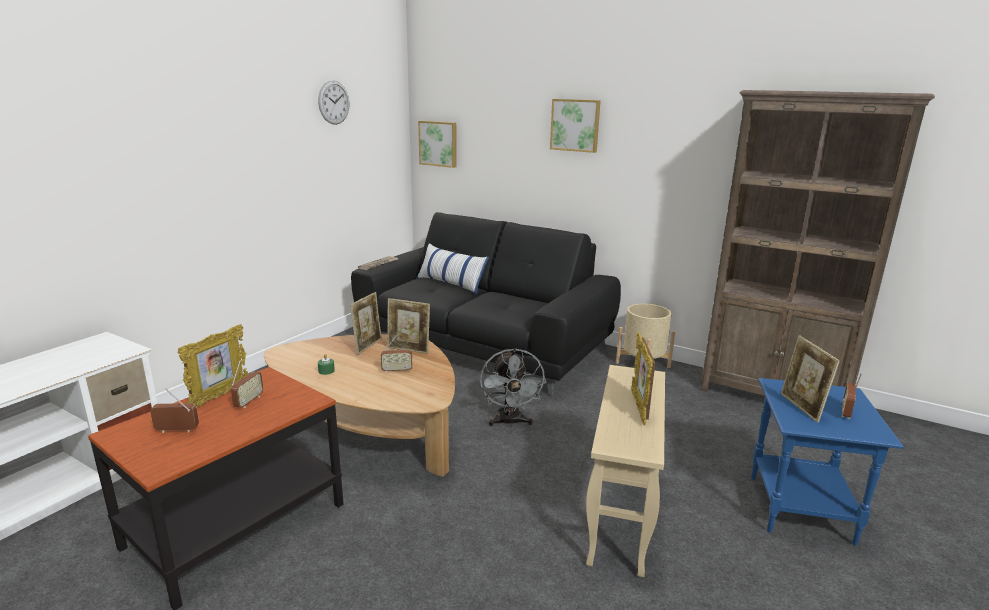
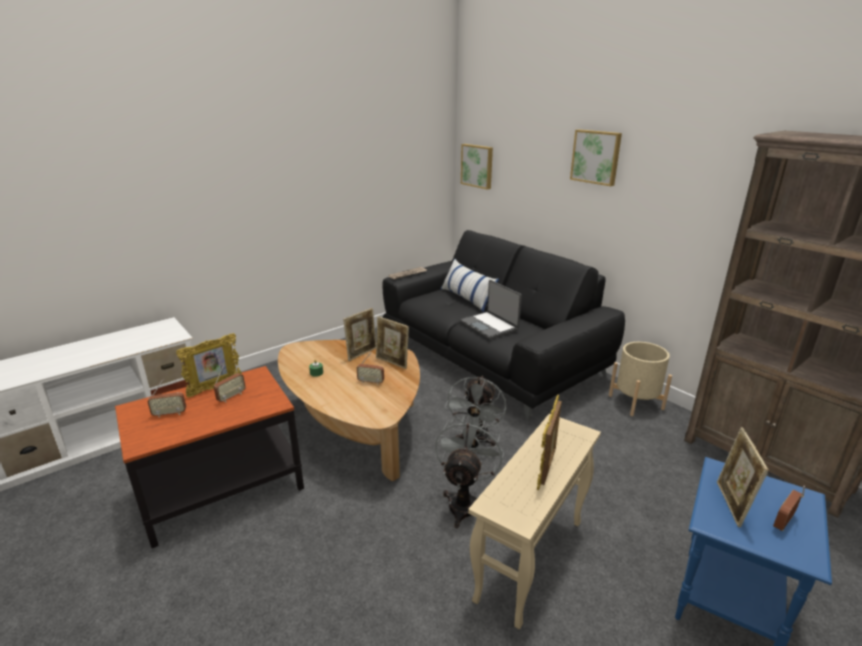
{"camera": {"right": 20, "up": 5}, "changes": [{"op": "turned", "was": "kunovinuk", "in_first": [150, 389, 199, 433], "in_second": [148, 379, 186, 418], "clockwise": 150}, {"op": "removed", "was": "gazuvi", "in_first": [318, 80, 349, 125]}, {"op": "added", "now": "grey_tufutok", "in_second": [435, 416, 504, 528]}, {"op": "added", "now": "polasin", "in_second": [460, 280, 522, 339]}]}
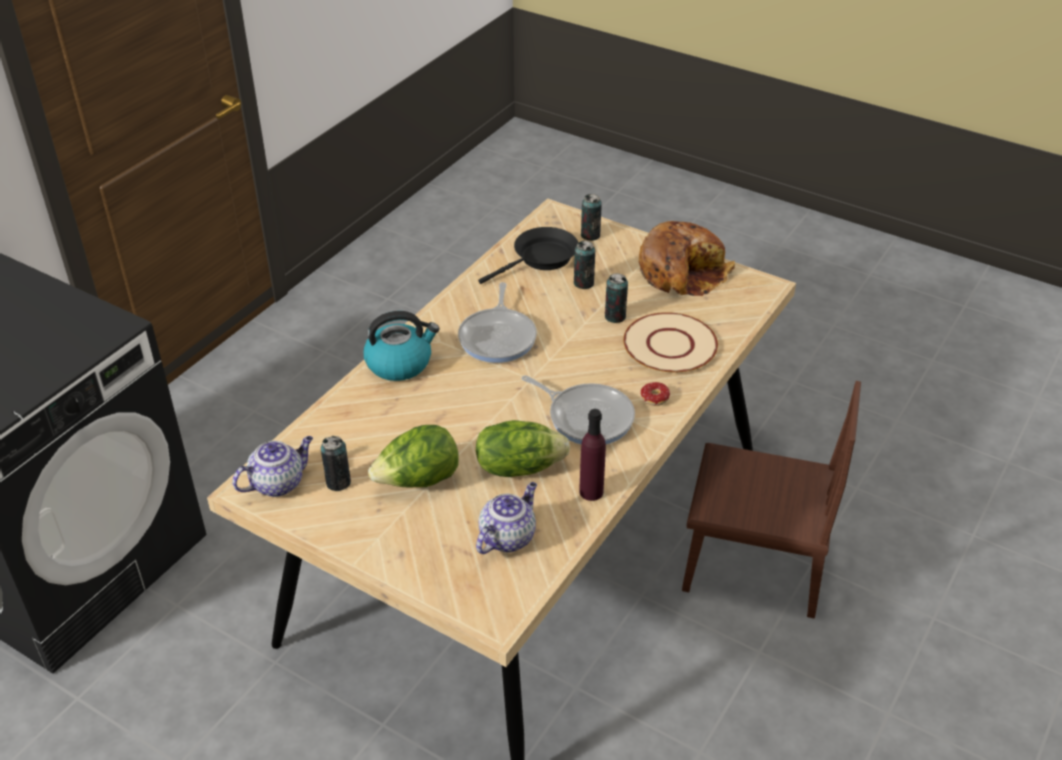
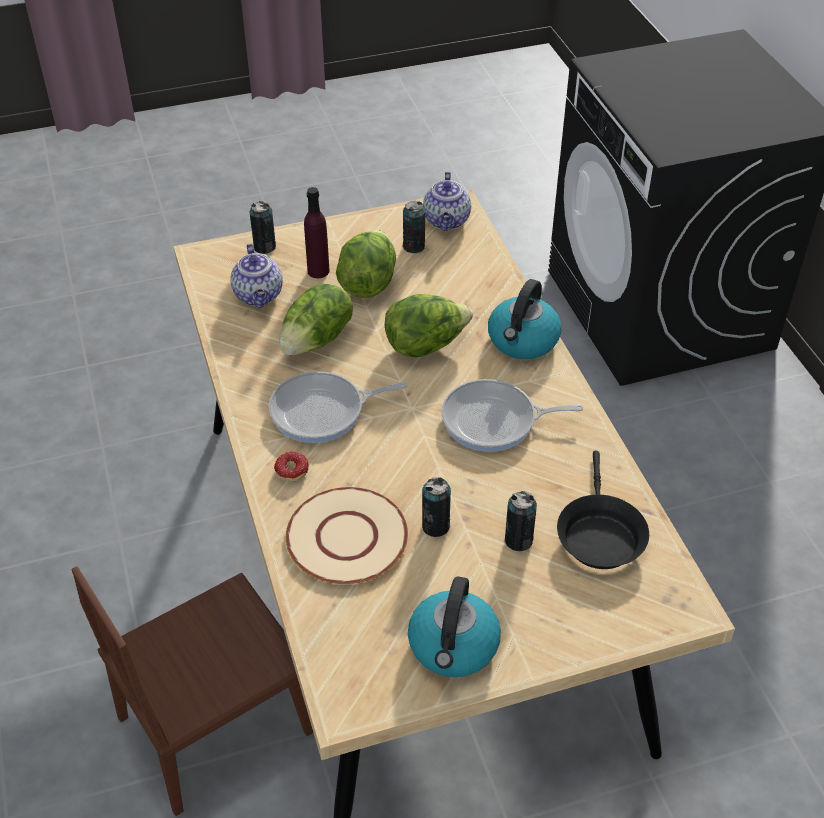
{"camera": {"right": 130, "up": 5}, "changes": [{"op": "turned", "was": "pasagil", "in_first": [458, 282, 537, 363], "in_second": [441, 379, 584, 452], "clockwise": -45}, {"op": "moved", "was": "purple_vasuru", "in_first": [579, 409, 606, 501], "in_second": [304, 187, 329, 278]}, {"op": "moved", "was": "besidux", "in_first": [581, 194, 602, 241], "in_second": [250, 201, 276, 254]}, {"op": "replaced", "was": "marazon", "now": "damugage", "in_first": [639, 221, 735, 296], "in_second": [408, 576, 501, 677]}, {"op": "added", "now": "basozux", "in_second": [385, 294, 473, 357]}]}
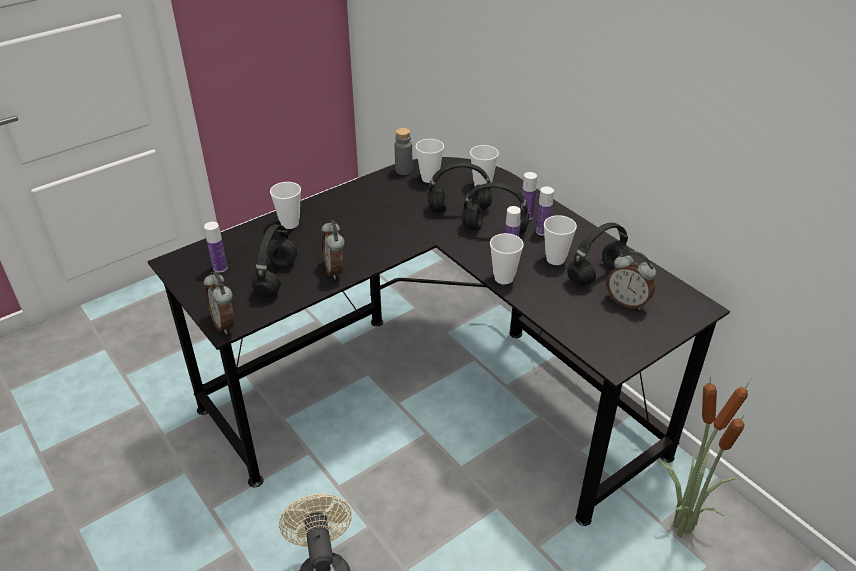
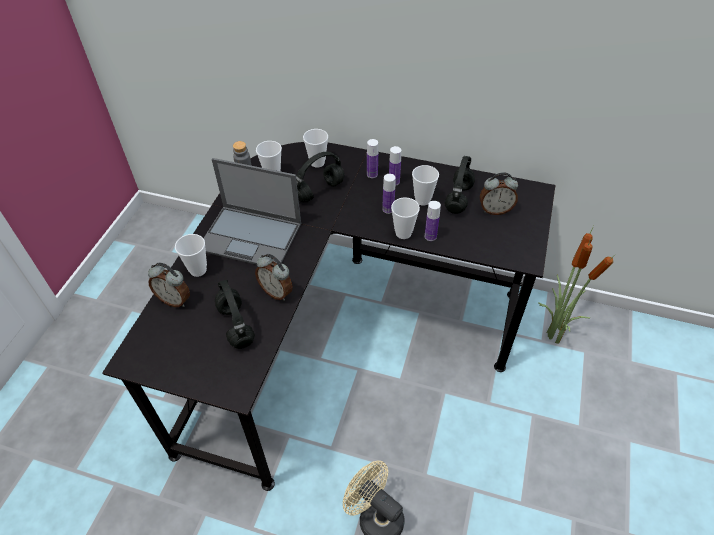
{"camera": {"right": -35, "up": 10}, "changes": [{"op": "moved", "was": "vasuru", "in_first": [204, 222, 228, 273], "in_second": [425, 201, 441, 241]}, {"op": "moved", "was": "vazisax", "in_first": [204, 272, 234, 334], "in_second": [148, 262, 190, 307]}, {"op": "removed", "was": "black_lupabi", "in_first": [462, 183, 529, 234]}, {"op": "added", "now": "polasin", "in_second": [203, 158, 301, 265]}]}
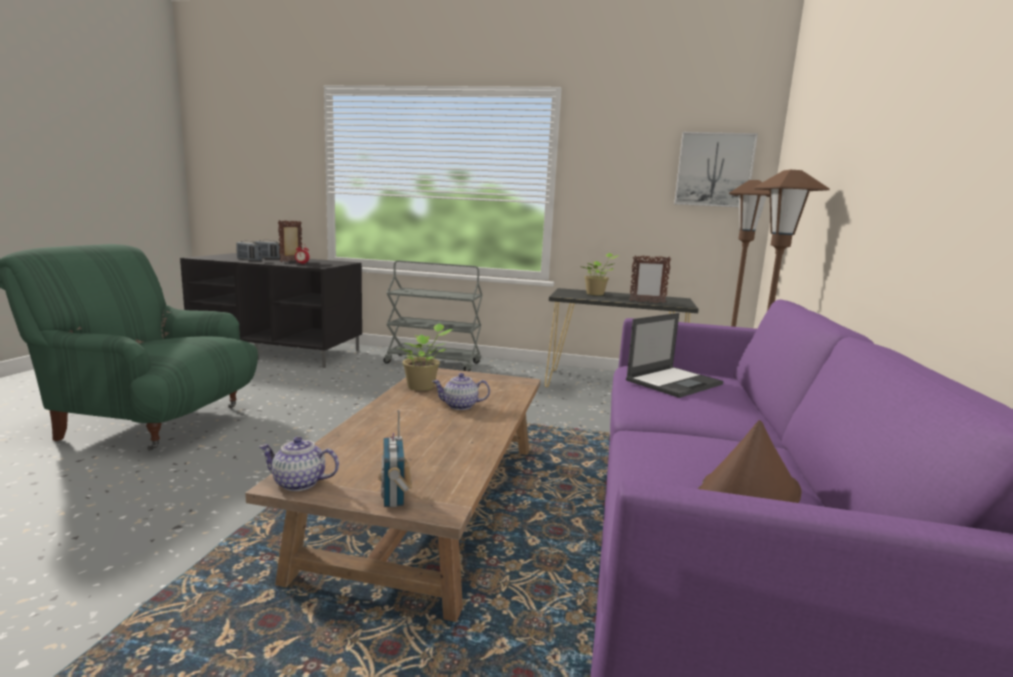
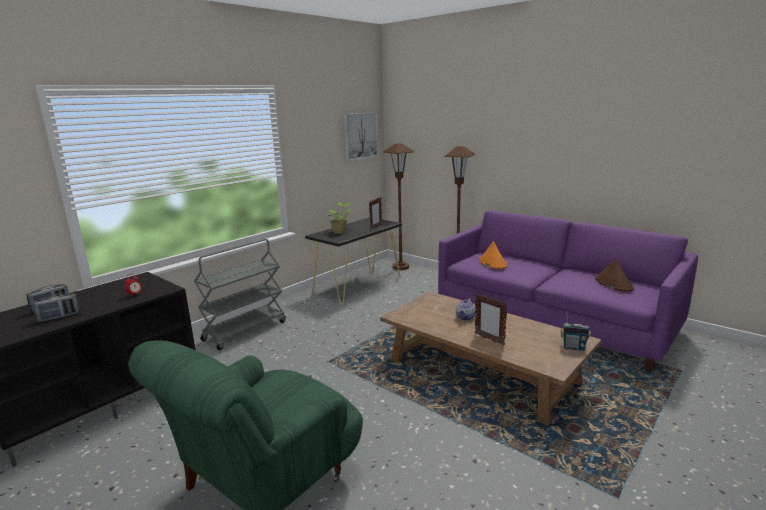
{"camera": {"right": -60, "up": 5}, "changes": [{"op": "removed", "was": "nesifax", "in_first": [258, 437, 339, 491]}, {"op": "moved", "was": "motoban", "in_first": [278, 220, 302, 262], "in_second": [475, 293, 507, 345]}, {"op": "removed", "was": "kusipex", "in_first": [397, 323, 453, 391]}, {"op": "replaced", "was": "polasin", "now": "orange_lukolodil", "in_first": [626, 313, 723, 398], "in_second": [479, 241, 508, 269]}]}
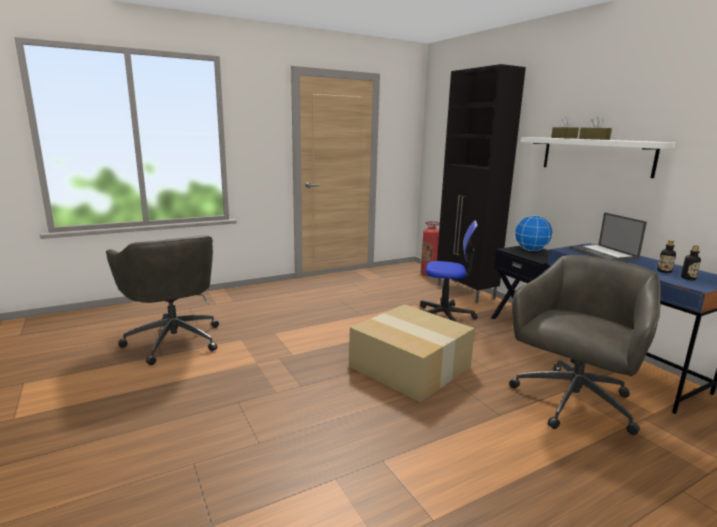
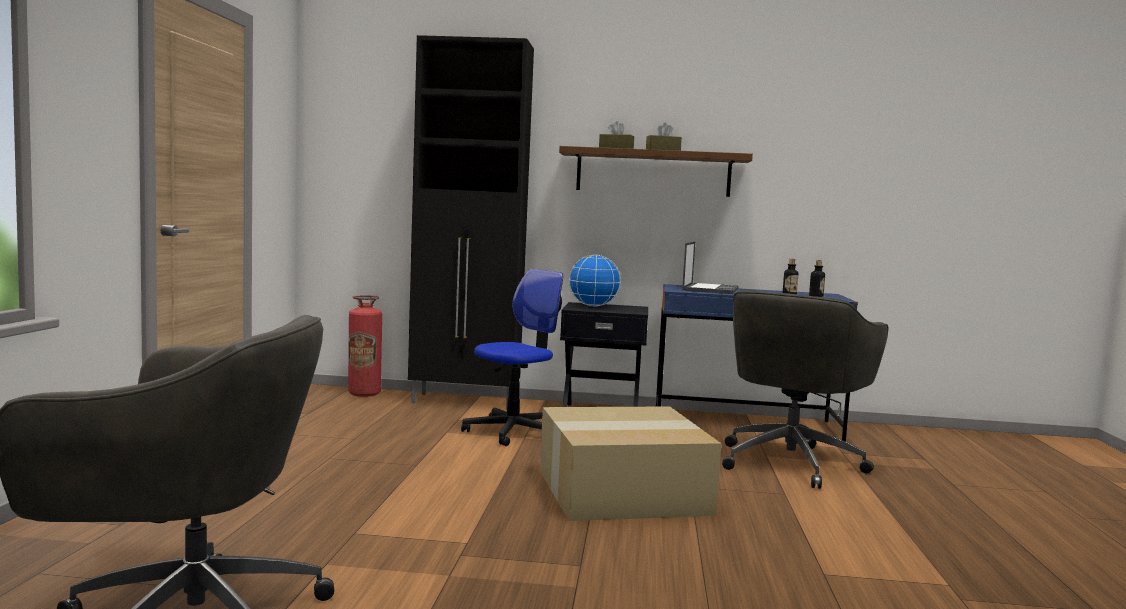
{"camera": {"right": -55, "up": -10}, "changes": [{"op": "turned", "was": "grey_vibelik", "in_first": [509, 255, 661, 435], "in_second": [722, 290, 888, 489], "clockwise": -135}, {"op": "recoloured", "was": "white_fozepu", "now": "brown_fozepu", "in_first": [521, 137, 676, 178], "in_second": [559, 146, 753, 197]}, {"op": "turned", "was": "polasin", "in_first": [569, 212, 647, 261], "in_second": [682, 242, 739, 294], "clockwise": -90}]}
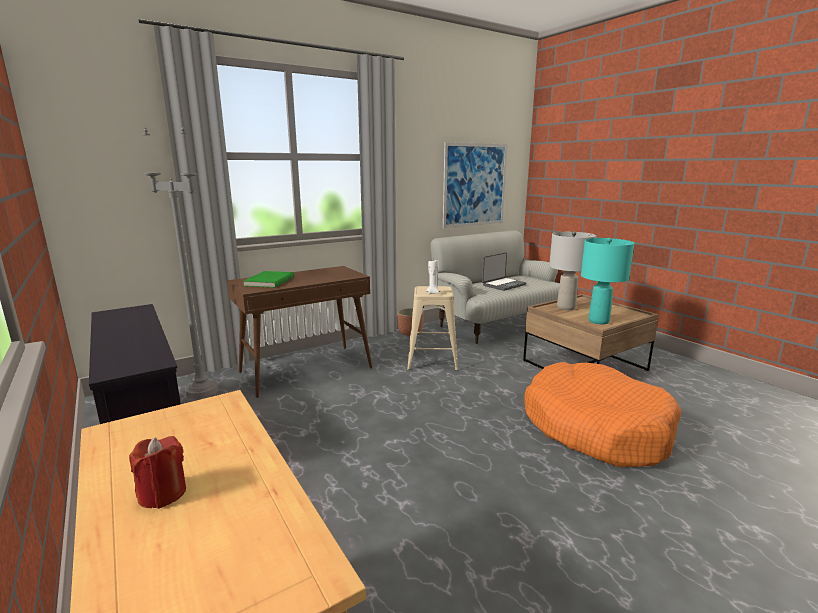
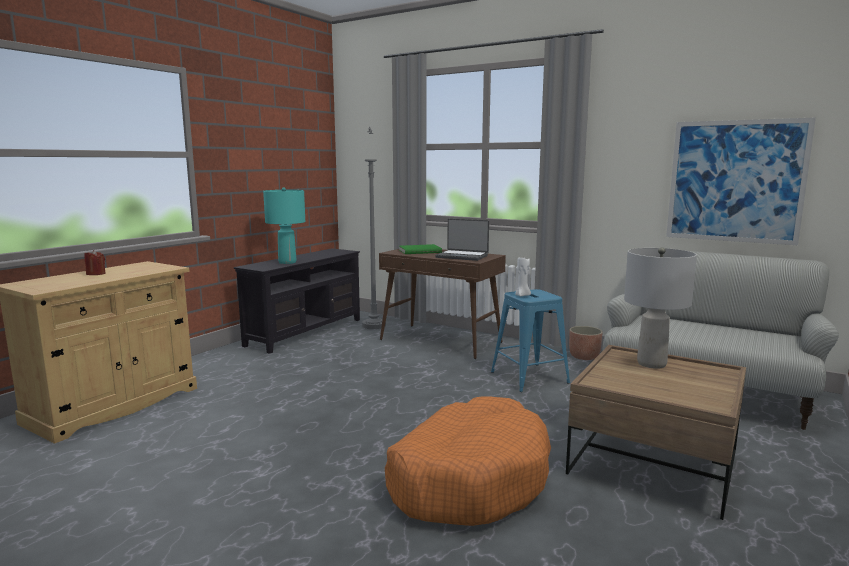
{"camera": {"right": 65, "up": -5}, "changes": [{"op": "recoloured", "was": "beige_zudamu", "now": "blue_zudamu", "in_first": [407, 286, 458, 371], "in_second": [491, 289, 570, 392]}, {"op": "moved", "was": "polasin", "in_first": [482, 252, 527, 291], "in_second": [435, 219, 489, 261]}, {"op": "moved", "was": "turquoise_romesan", "in_first": [581, 238, 634, 324], "in_second": [263, 187, 305, 264]}]}
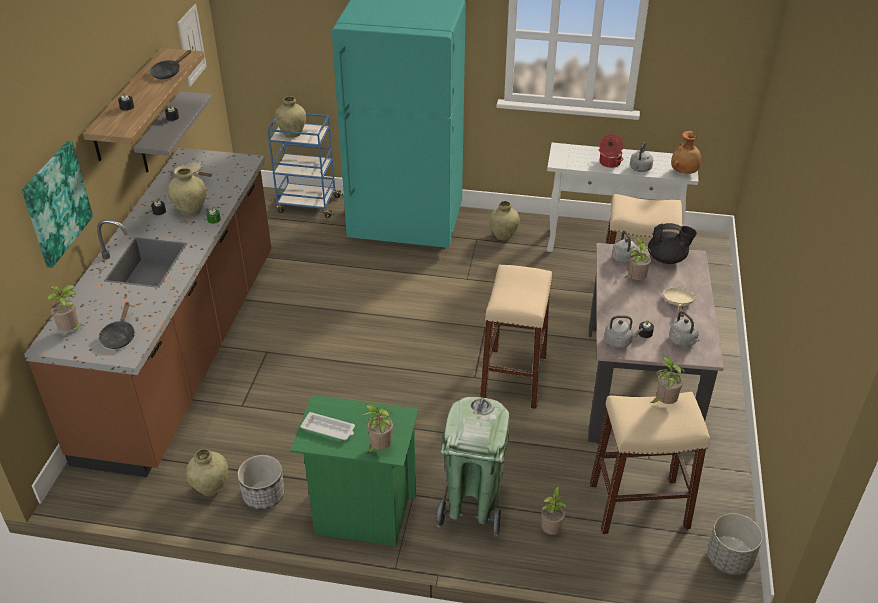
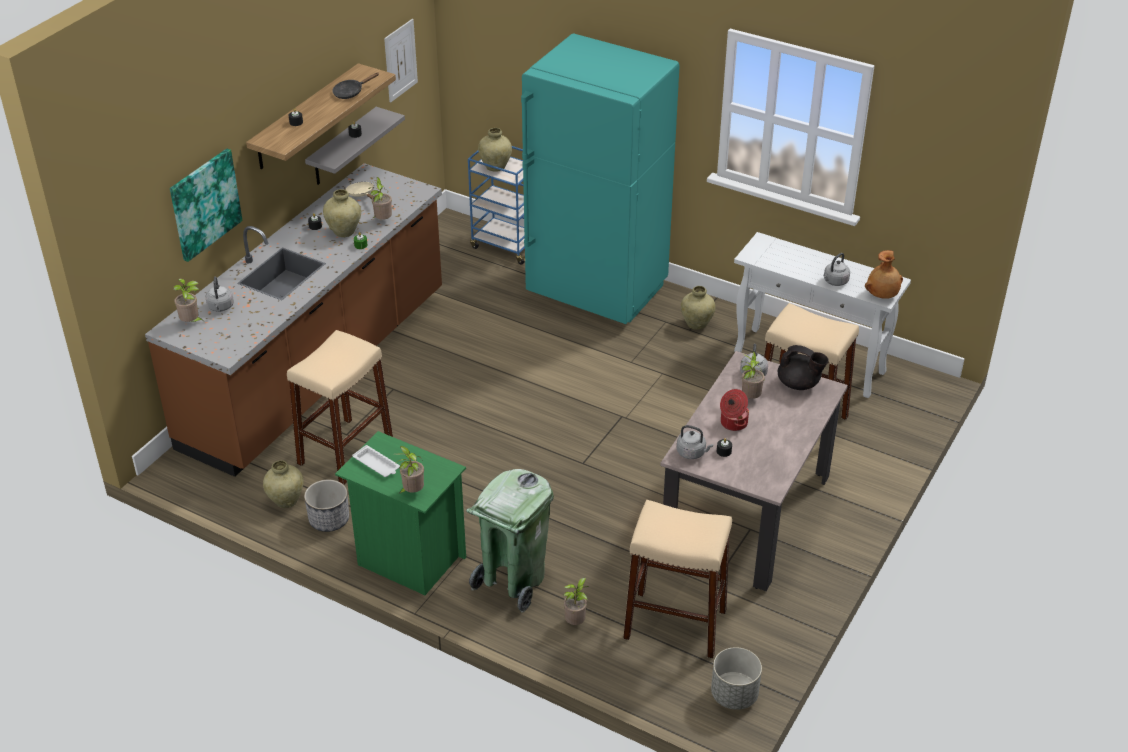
{"camera": {"right": 20, "up": 0}, "changes": [{"op": "removed", "was": "black_pasagil", "in_first": [99, 302, 134, 349]}, {"op": "moved", "was": "beige_zudamu", "in_first": [480, 265, 552, 409], "in_second": [287, 330, 393, 485]}, {"op": "moved", "was": "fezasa", "in_first": [599, 134, 624, 168], "in_second": [720, 389, 749, 431]}, {"op": "moved", "was": "kusipex", "in_first": [651, 356, 685, 404], "in_second": [368, 177, 392, 220]}, {"op": "removed", "was": "beige_pasagil", "in_first": [663, 287, 696, 317]}, {"op": "moved", "was": "grey_damugage", "in_first": [669, 311, 699, 347], "in_second": [205, 277, 234, 312]}]}
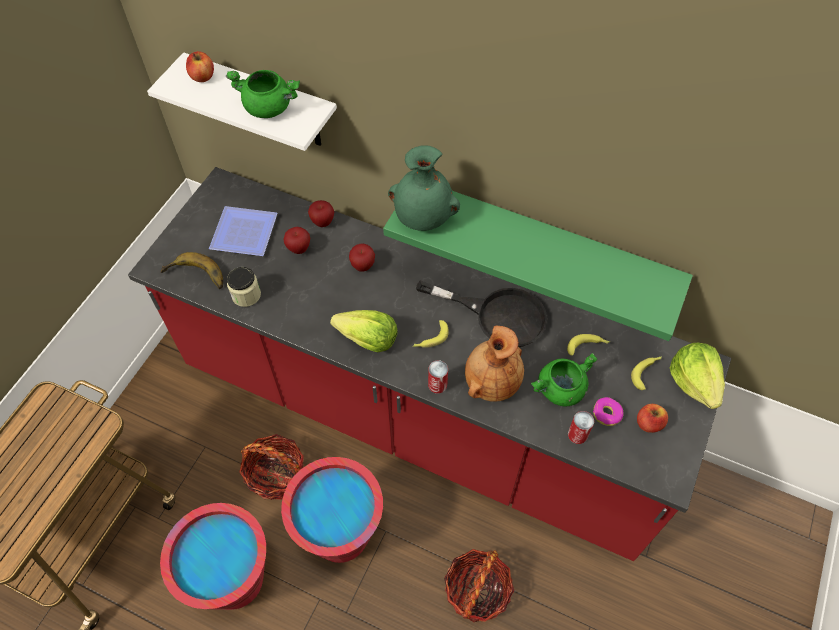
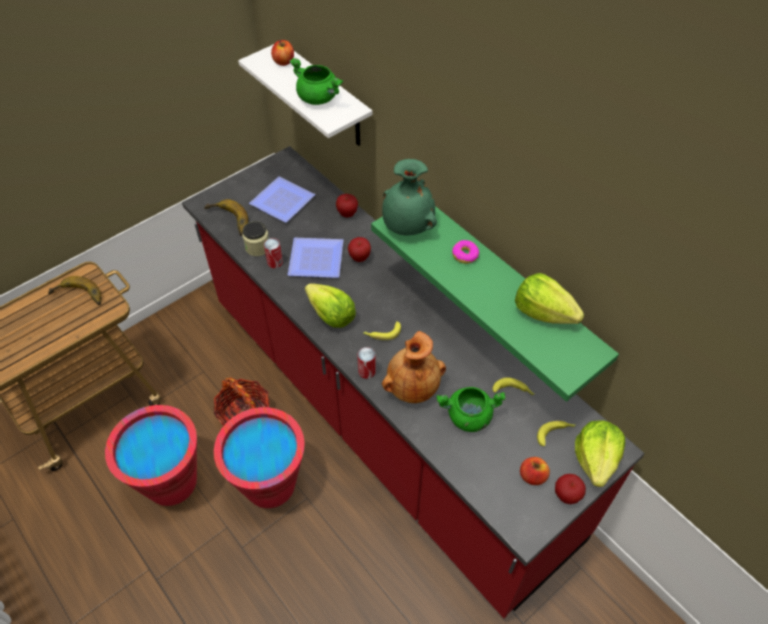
{"camera": {"right": 25, "up": -5}, "changes": [{"op": "moved", "was": "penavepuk", "in_first": [283, 227, 310, 254], "in_second": [555, 474, 586, 504]}, {"op": "removed", "was": "black_pasagil", "in_first": [416, 280, 547, 347]}, {"op": "removed", "was": "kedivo", "in_first": [444, 549, 514, 622]}, {"op": "moved", "was": "besidux", "in_first": [568, 411, 594, 444], "in_second": [264, 238, 283, 268]}, {"op": "moved", "was": "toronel", "in_first": [593, 397, 624, 426], "in_second": [452, 240, 479, 264]}, {"op": "added", "now": "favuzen", "in_second": [48, 276, 102, 305]}, {"op": "added", "now": "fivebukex", "in_second": [288, 238, 343, 278]}, {"op": "added", "now": "basozux", "in_second": [515, 273, 585, 324]}]}
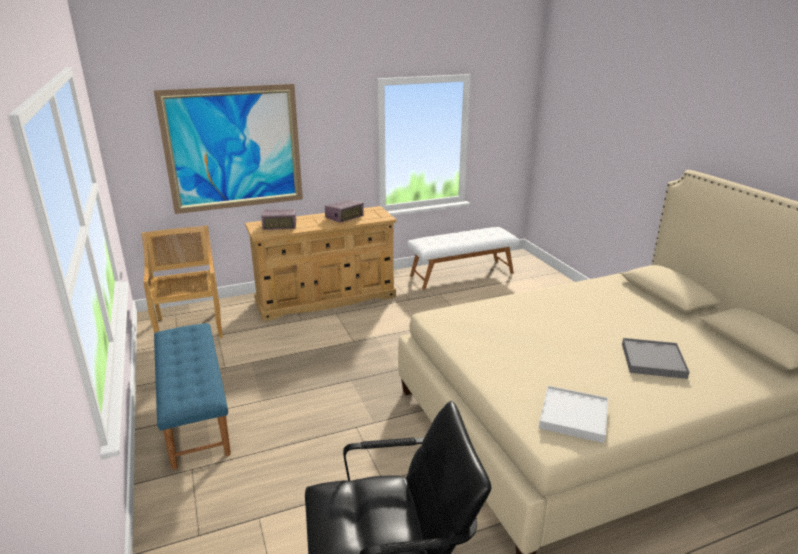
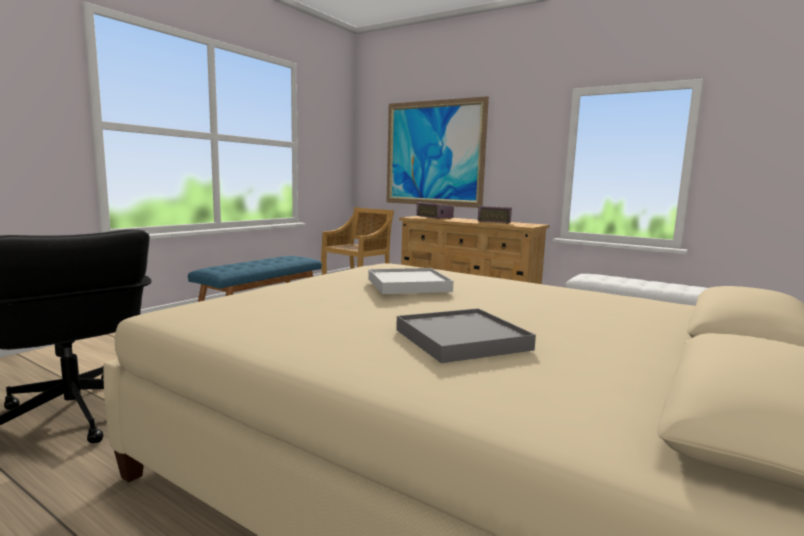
{"camera": {"right": 55, "up": -15}, "changes": [{"op": "moved", "was": "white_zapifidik", "in_first": [539, 386, 608, 443], "in_second": [368, 268, 453, 294]}]}
